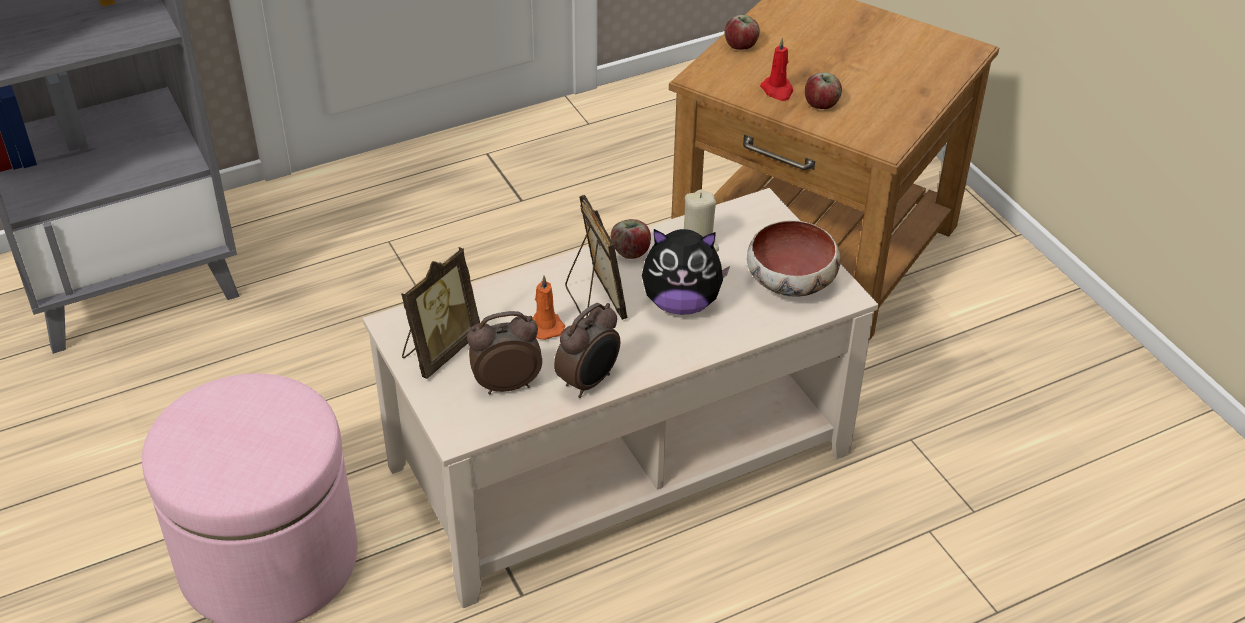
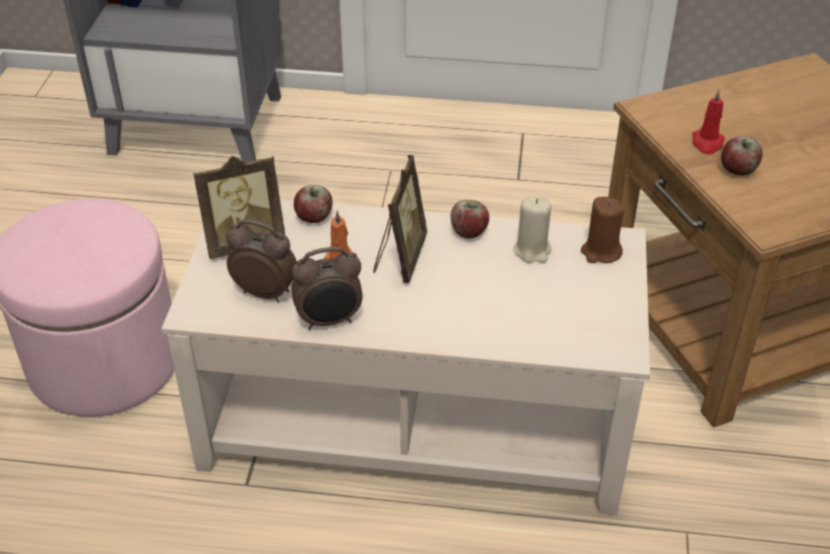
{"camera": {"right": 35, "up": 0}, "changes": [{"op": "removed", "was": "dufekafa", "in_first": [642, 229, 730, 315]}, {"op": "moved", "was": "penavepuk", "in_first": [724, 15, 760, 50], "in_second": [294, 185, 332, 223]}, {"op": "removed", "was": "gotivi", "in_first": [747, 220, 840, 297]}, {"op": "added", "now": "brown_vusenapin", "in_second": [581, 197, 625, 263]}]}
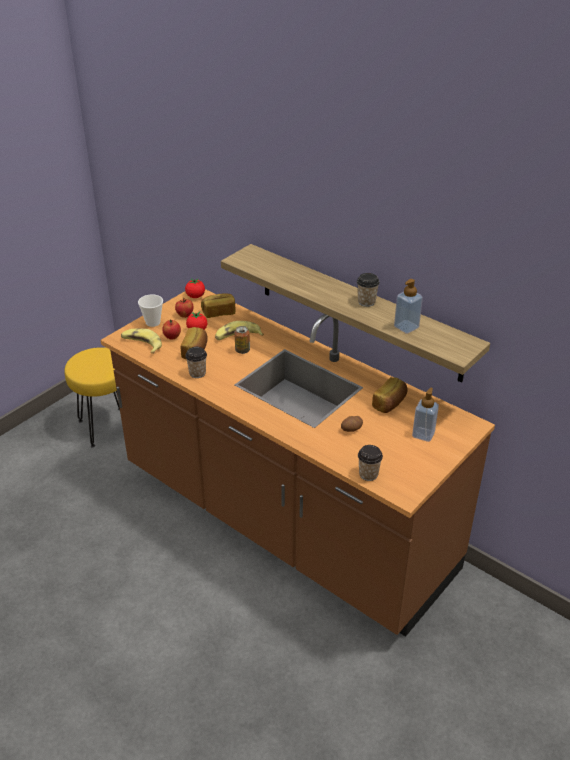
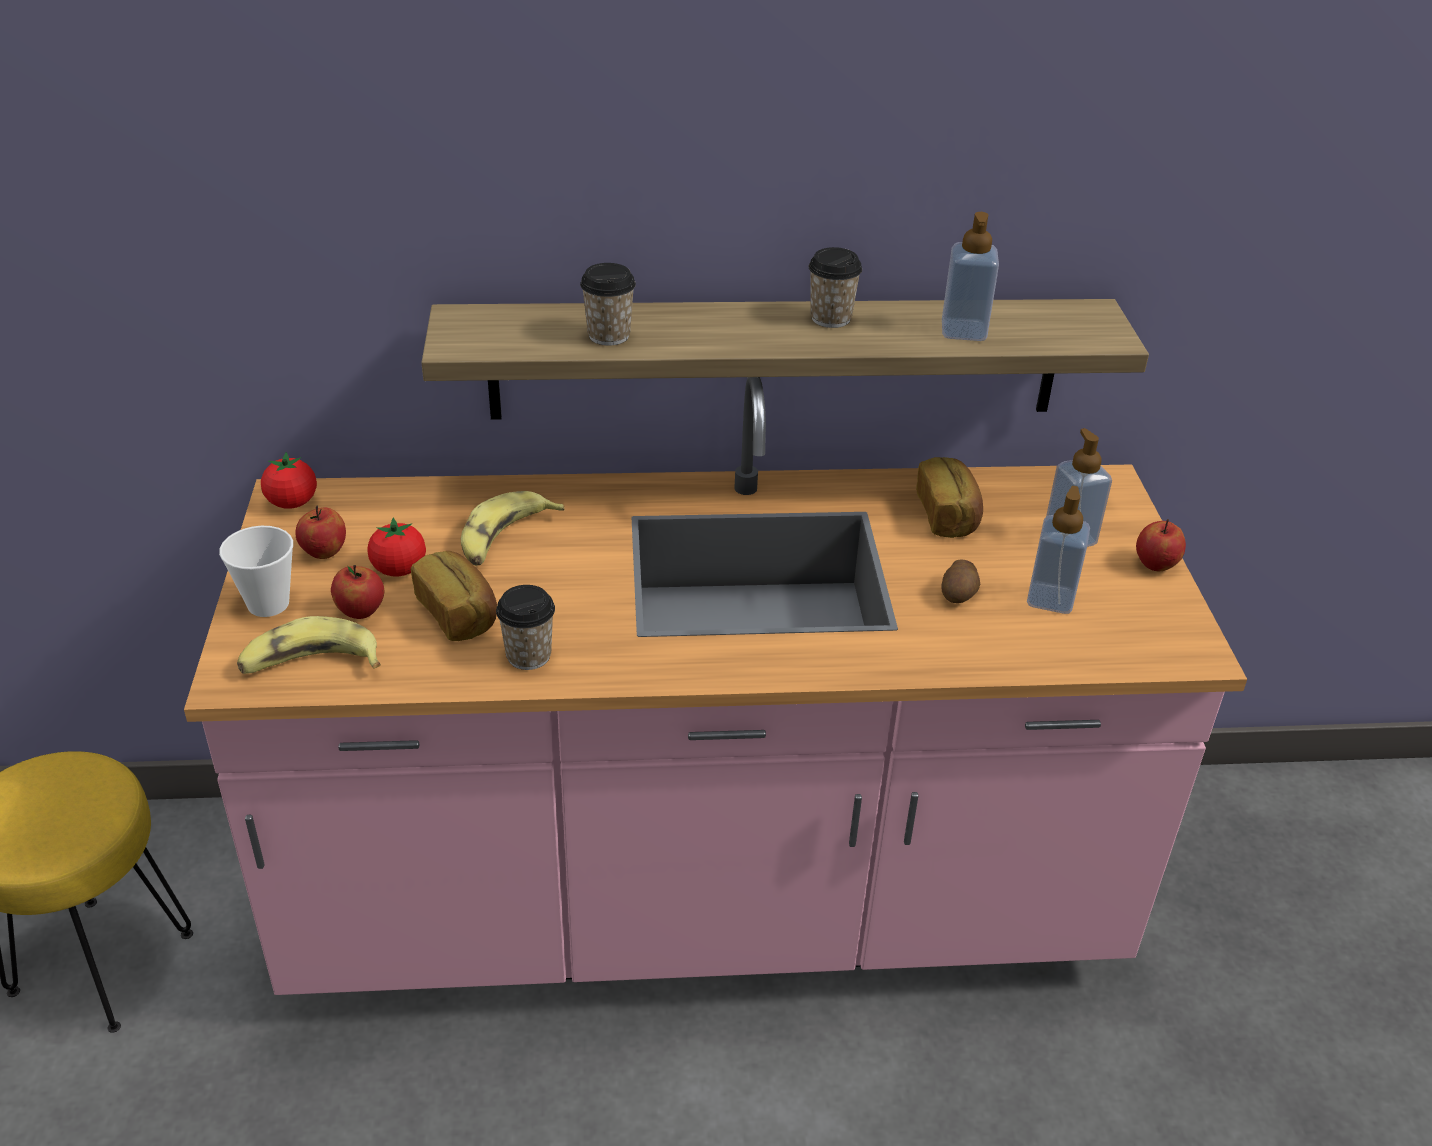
{"camera": {"right": -45, "up": 0}, "changes": [{"op": "recoloured", "was": "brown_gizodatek", "now": "pink_gizodatek", "in_first": [100, 289, 495, 637], "in_second": [184, 377, 1247, 995]}, {"op": "removed", "was": "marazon", "in_first": [201, 293, 235, 318]}, {"op": "removed", "was": "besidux", "in_first": [234, 326, 250, 354]}, {"op": "moved", "was": "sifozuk", "in_first": [358, 445, 383, 481], "in_second": [580, 263, 636, 346]}, {"op": "added", "now": "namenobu", "in_second": [1027, 486, 1090, 614]}, {"op": "added", "now": "penavepuk", "in_second": [1136, 519, 1186, 571]}]}
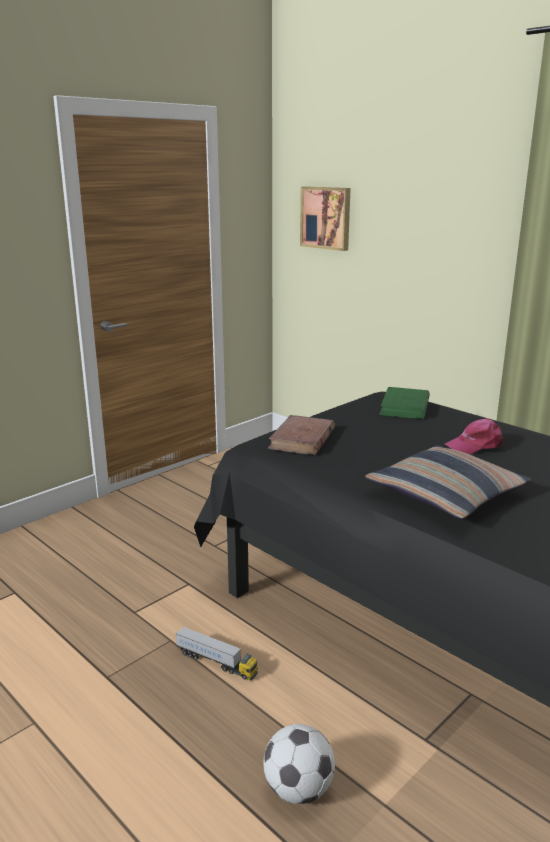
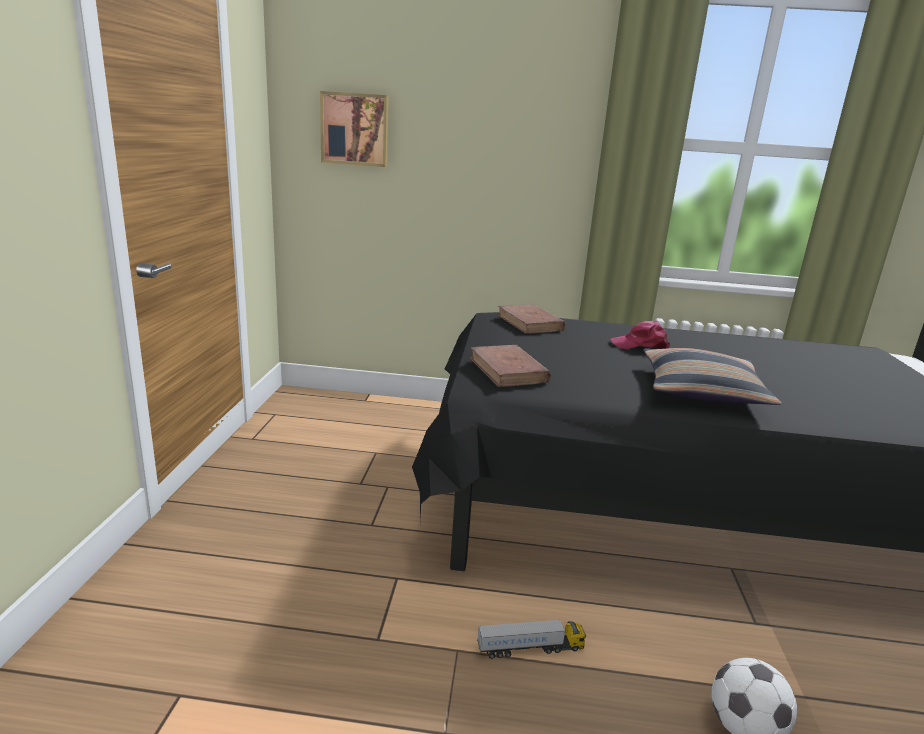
{"camera": {"right": -40, "up": 0}, "changes": [{"op": "recoloured", "was": "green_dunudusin", "now": "brown_dunudusin", "in_first": [379, 387, 430, 419], "in_second": [497, 304, 565, 334]}, {"op": "turned", "was": "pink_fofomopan", "in_first": [445, 418, 503, 455], "in_second": [610, 321, 670, 349], "clockwise": 60}]}
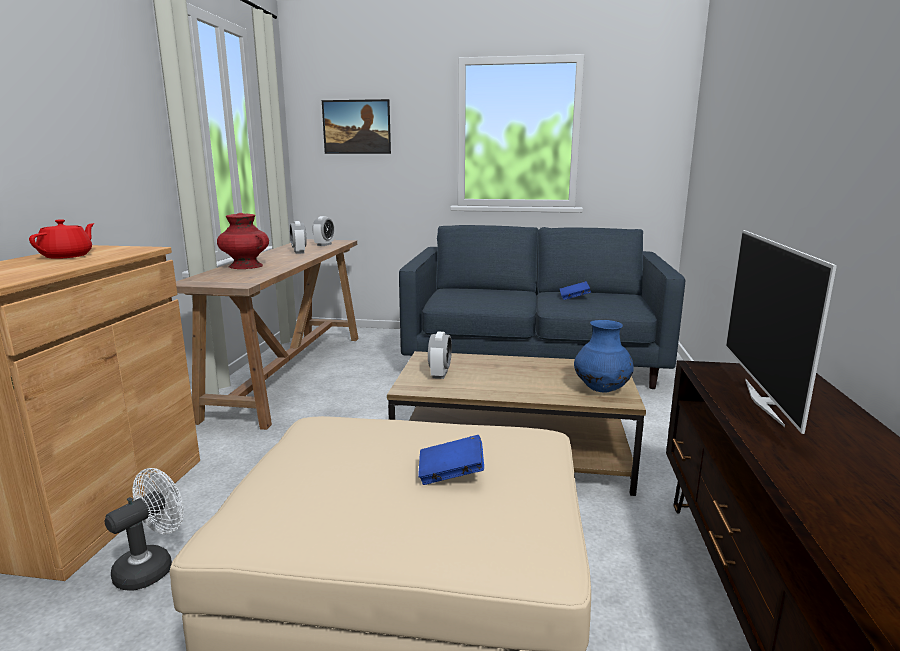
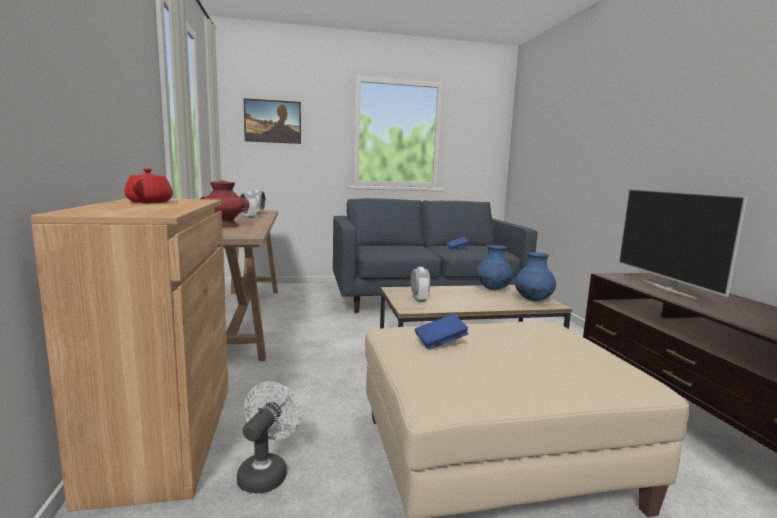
{"camera": {"right": -20, "up": -5}, "changes": [{"op": "moved", "was": "blue_dunudusin", "in_first": [418, 435, 484, 485], "in_second": [415, 314, 469, 350]}, {"op": "added", "now": "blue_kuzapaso", "in_second": [476, 245, 513, 290]}]}
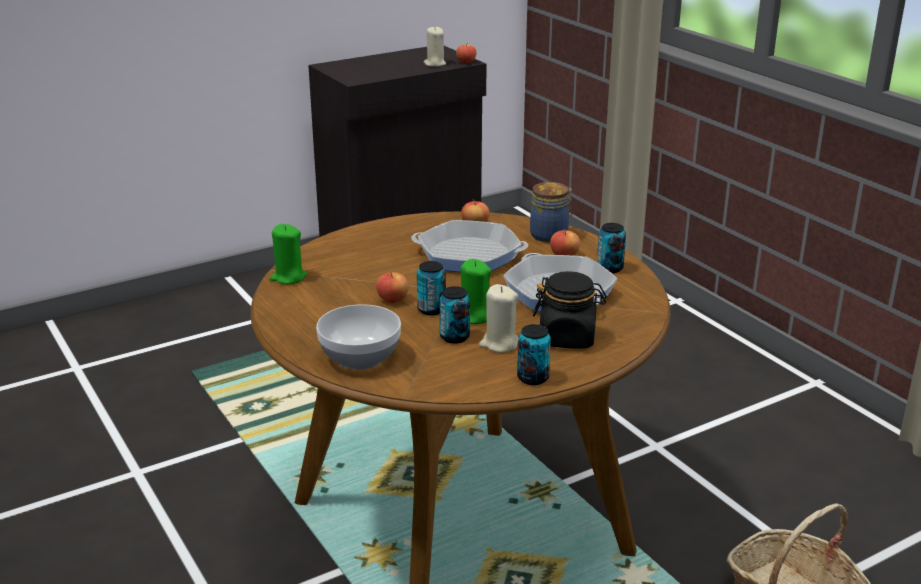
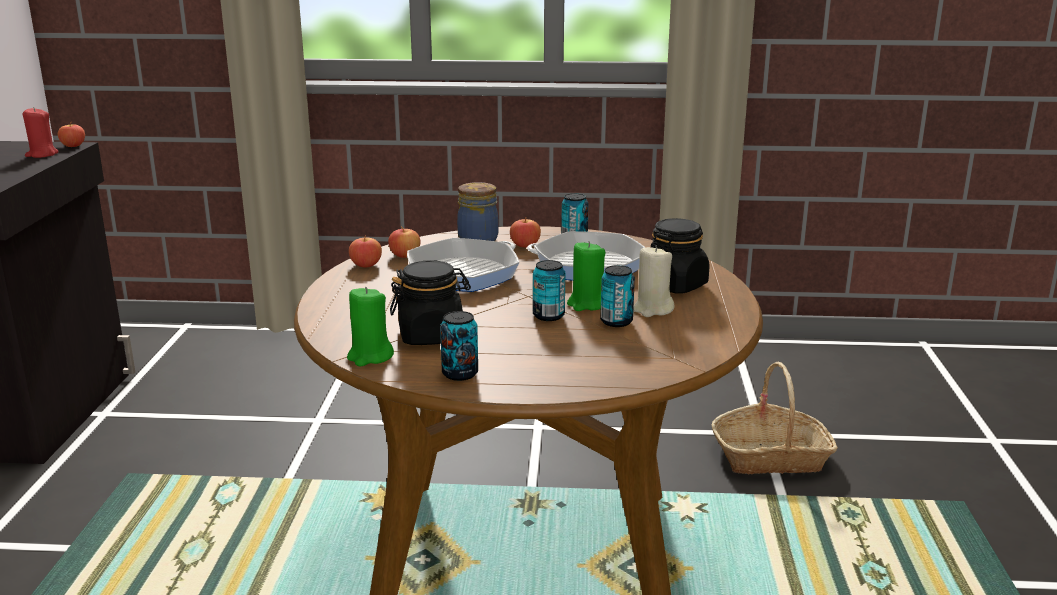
{"camera": {"right": -55, "up": -5}, "changes": [{"op": "removed", "was": "gotivi", "in_first": [316, 304, 401, 370]}, {"op": "moved", "was": "penavepuk", "in_first": [376, 272, 409, 303], "in_second": [349, 236, 382, 267]}, {"op": "recoloured", "was": "beige_vusenapin", "now": "red_vusenapin", "in_first": [424, 26, 446, 67], "in_second": [22, 107, 59, 158]}, {"op": "moved", "was": "besidux", "in_first": [517, 324, 551, 385], "in_second": [440, 311, 478, 381]}, {"op": "added", "now": "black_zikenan", "in_second": [390, 260, 471, 345]}]}
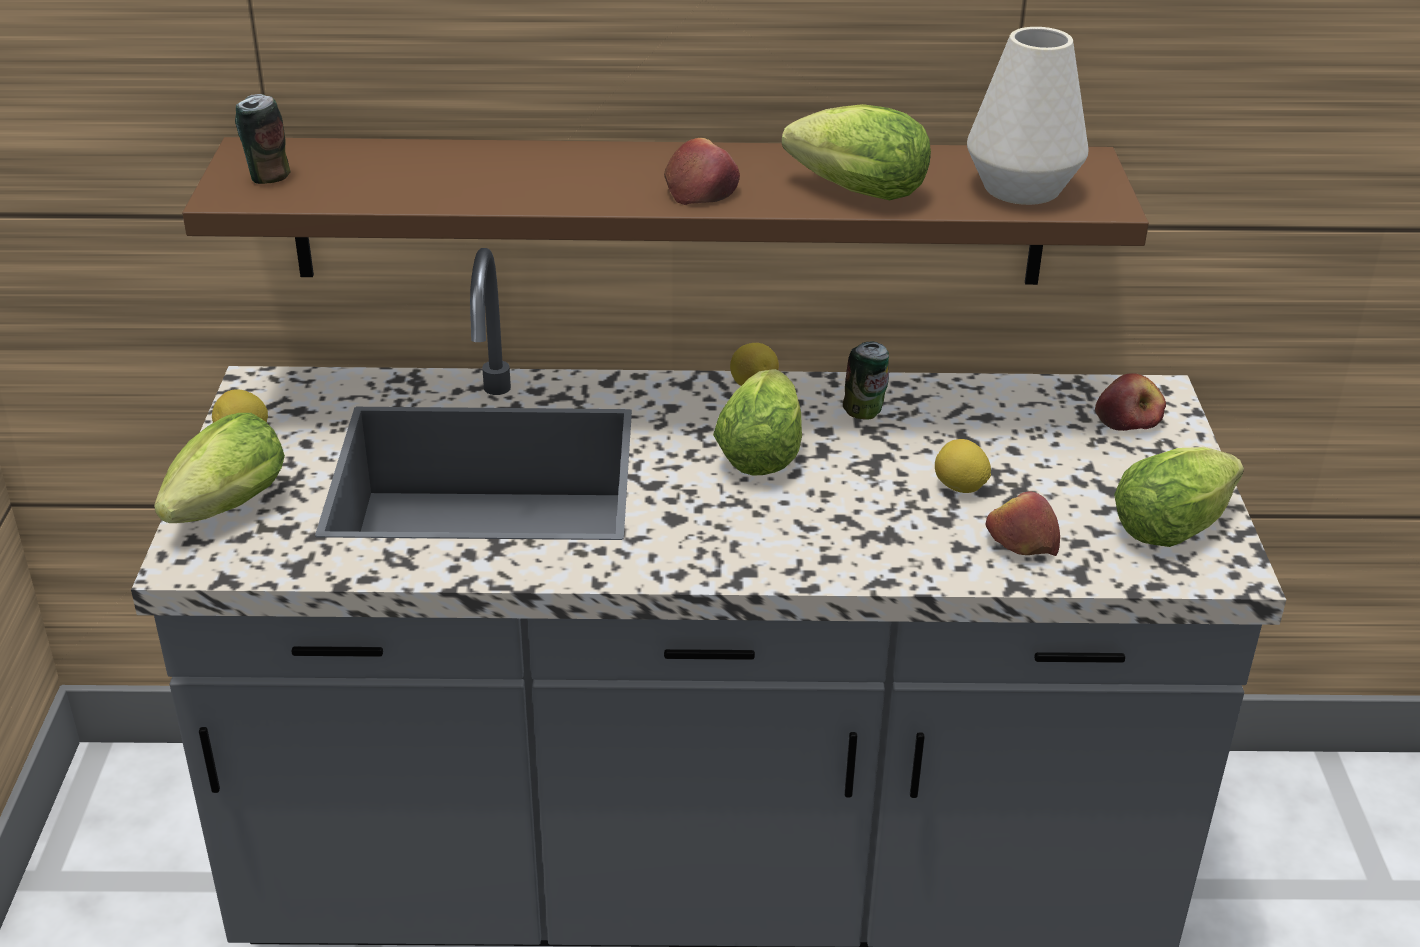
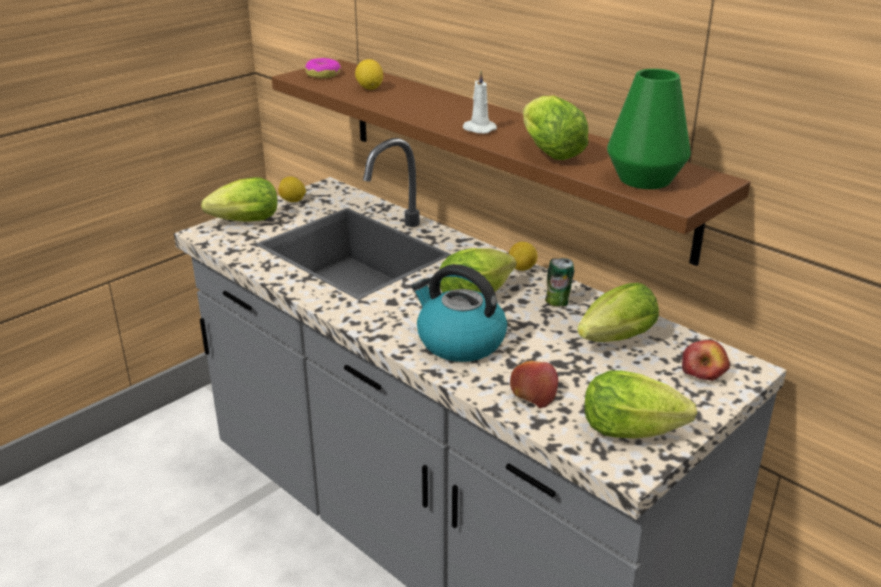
{"camera": {"right": 45, "up": -5}, "changes": [{"op": "replaced", "was": "besidux", "now": "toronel", "in_first": [235, 94, 290, 184], "in_second": [305, 58, 341, 78]}, {"op": "replaced", "was": "penavepuk", "now": "white_vusenapin", "in_first": [664, 138, 740, 205], "in_second": [463, 71, 497, 134]}, {"op": "moved", "was": "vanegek", "in_first": [935, 439, 991, 493], "in_second": [355, 59, 383, 90]}, {"op": "recoloured", "was": "white_kuzapaso", "now": "green_kuzapaso", "in_first": [967, 27, 1089, 205], "in_second": [607, 69, 691, 189]}, {"op": "added", "now": "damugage", "in_second": [411, 264, 507, 362]}, {"op": "added", "now": "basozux", "in_second": [577, 283, 659, 342]}]}
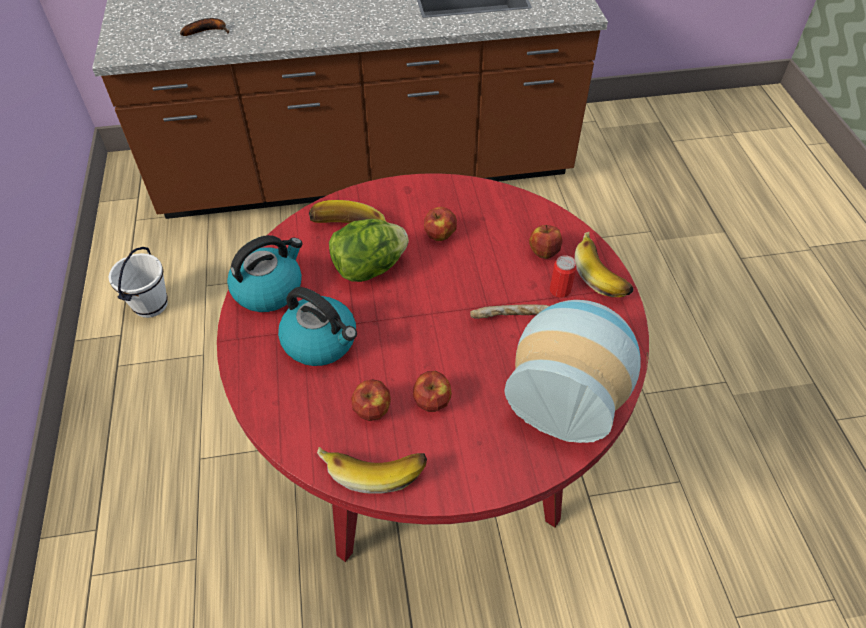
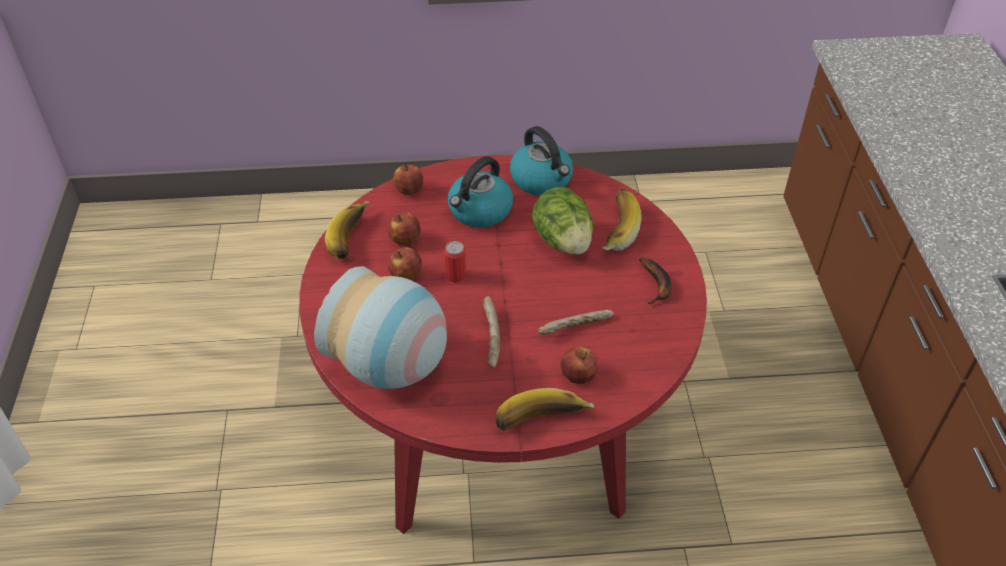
{"camera": {"right": 95, "up": -5}, "changes": [{"op": "removed", "was": "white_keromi", "in_first": [108, 247, 168, 318]}, {"op": "moved", "was": "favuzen", "in_first": [180, 18, 229, 36], "in_second": [639, 258, 672, 304]}, {"op": "moved", "was": "penavepuk", "in_first": [424, 207, 457, 241], "in_second": [393, 164, 423, 195]}, {"op": "moved", "was": "besidux", "in_first": [550, 255, 577, 298], "in_second": [444, 241, 466, 282]}, {"op": "added", "now": "marazon", "in_second": [538, 310, 614, 335]}]}
